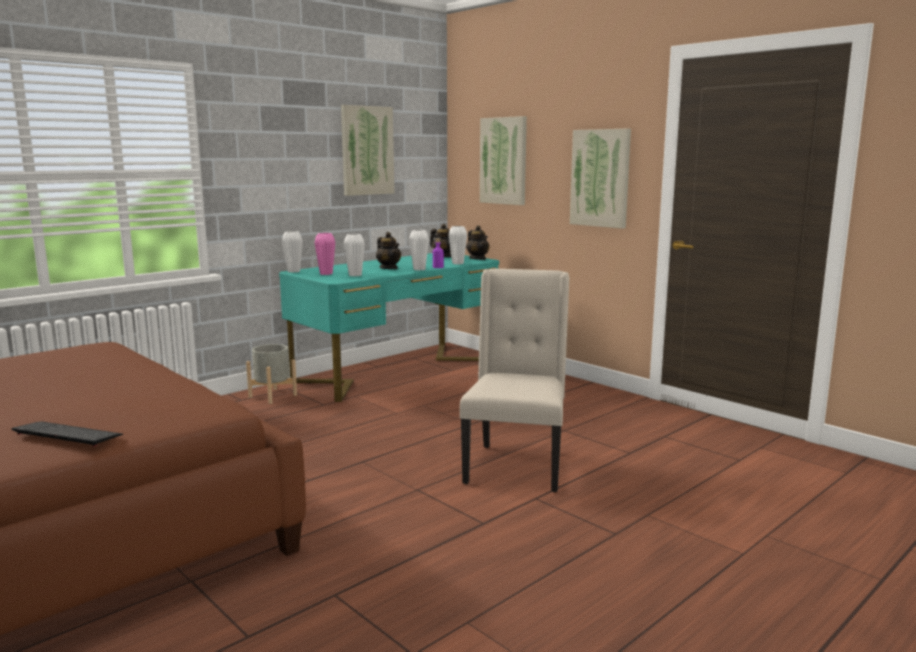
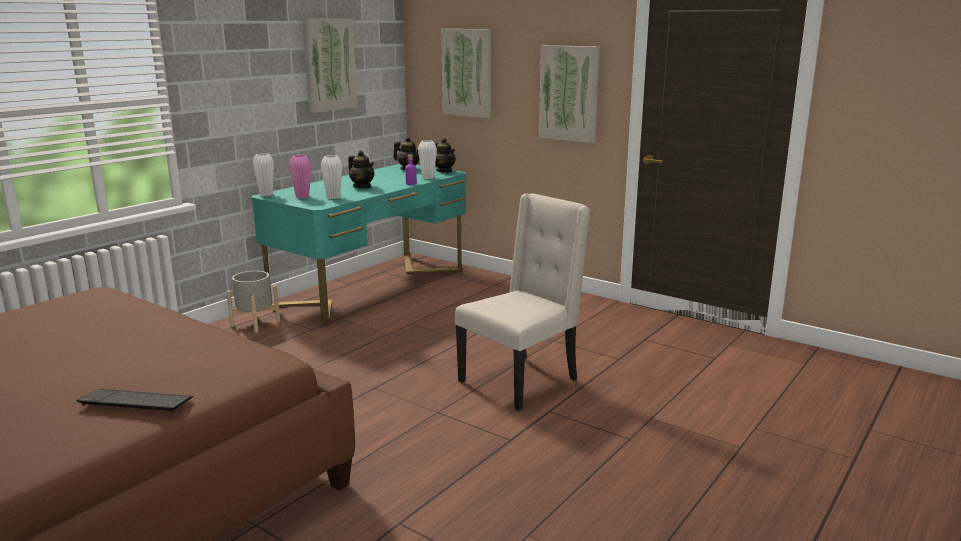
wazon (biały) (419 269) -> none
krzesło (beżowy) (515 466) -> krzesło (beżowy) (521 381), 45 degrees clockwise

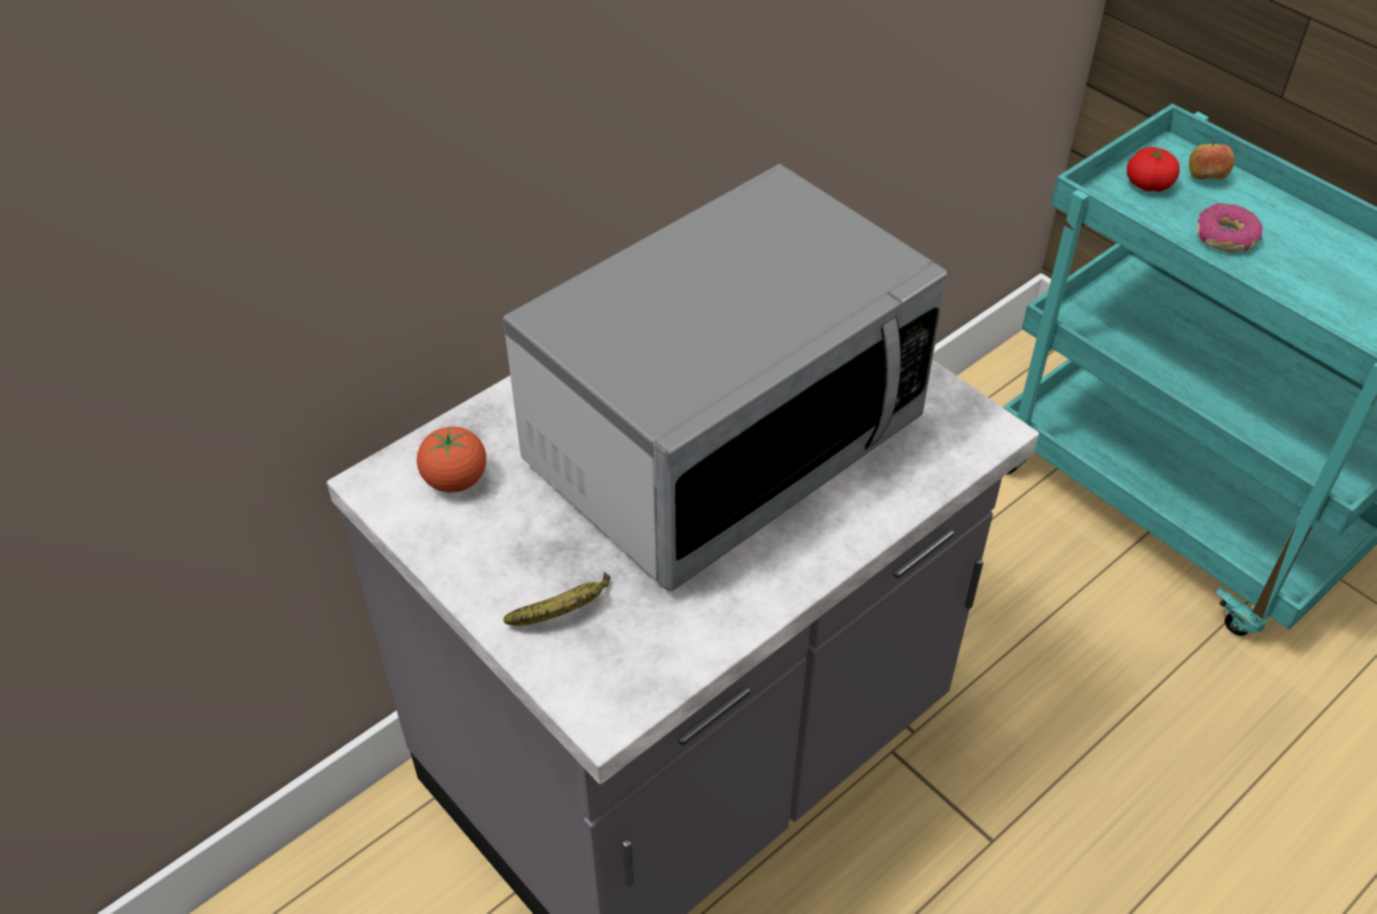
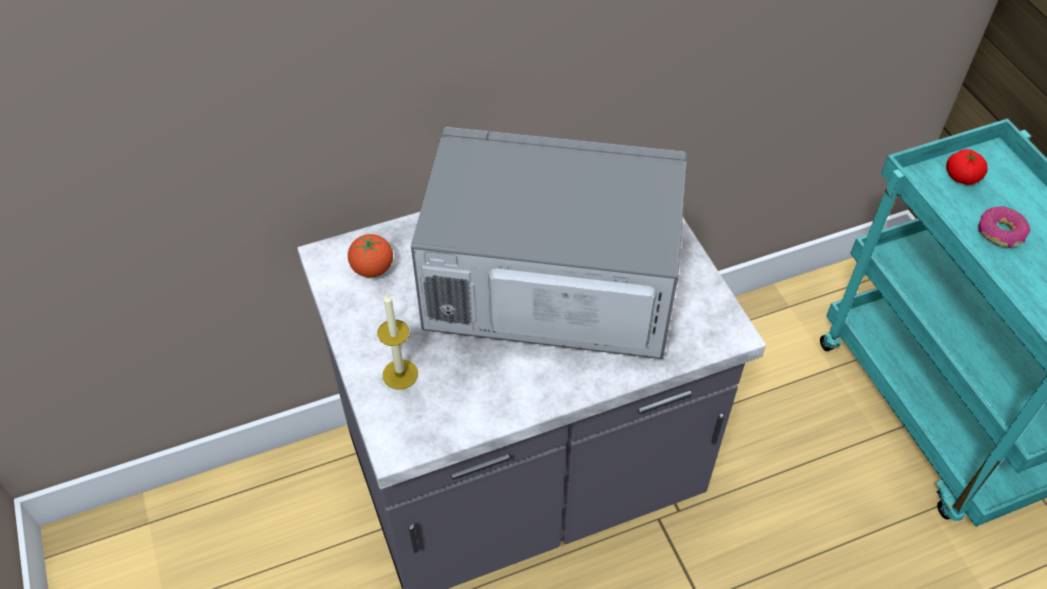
jabłko (1205 178) -> none
banan (564 611) -> świeca (400 374)
mikrofalówka (723 442) -> mikrofalówka (549 291), 150 degrees counterclockwise

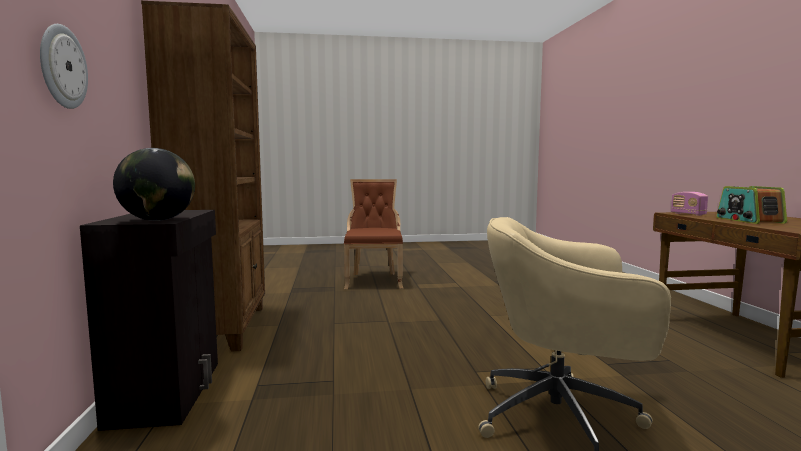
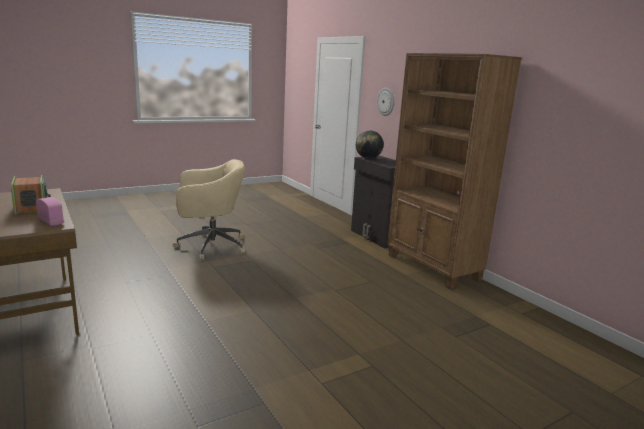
krzesło (brązowy) (374 280) -> none

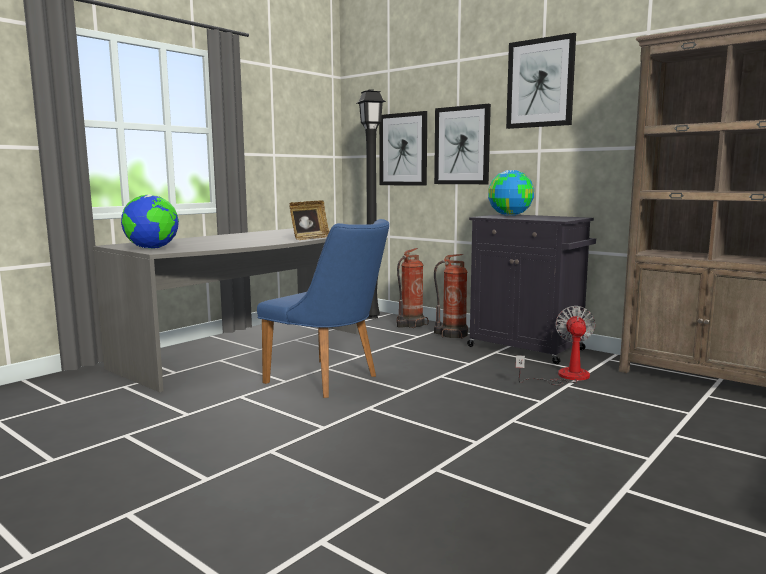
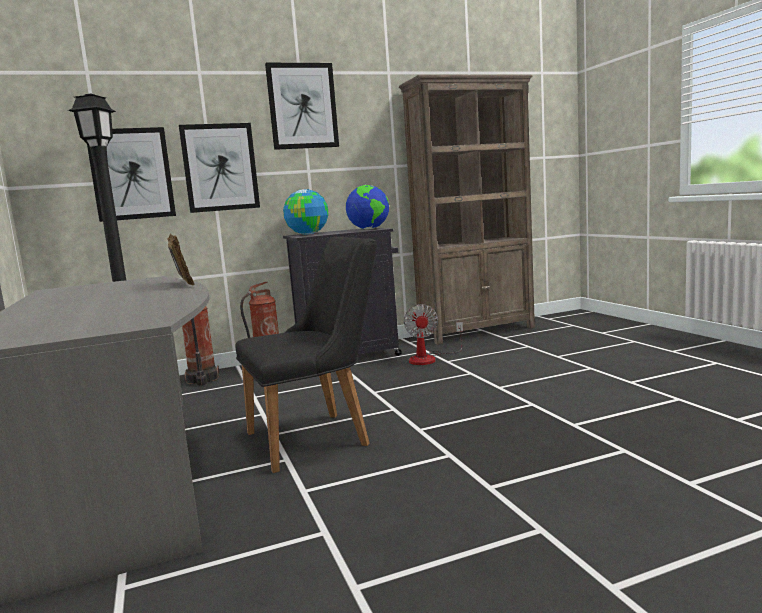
globus (152 249) -> globus (369 229), shifted
krzesło (niebieski) (330 380) -> krzesło (czarny) (319 436)
wentylator (564 377) -> wentylator (429 358), 135 degrees counterclockwise

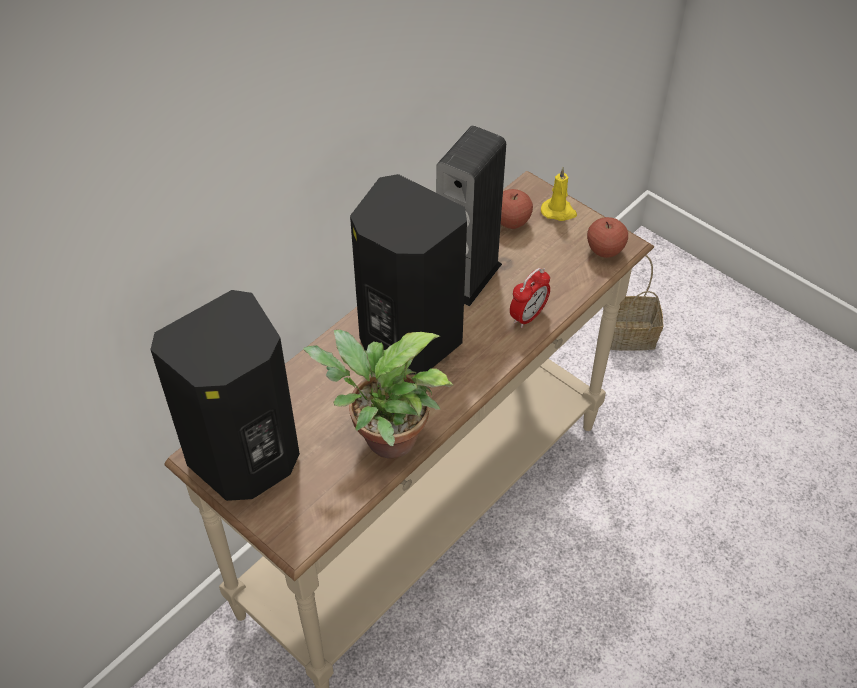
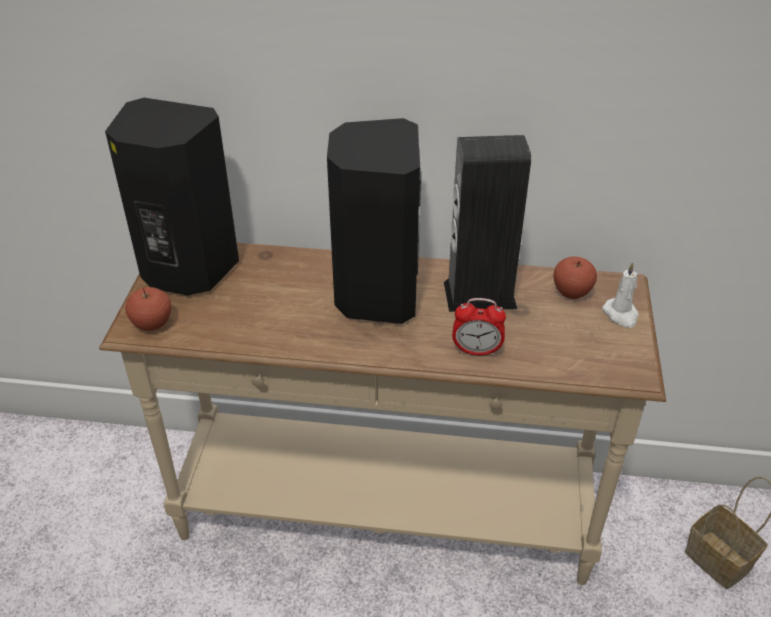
roślina doniczkowa (384 440) -> none
jabłko (605 250) -> jabłko (152 324), shifted
świeca (żółty) (559 211) -> świeca (biały) (621 315)

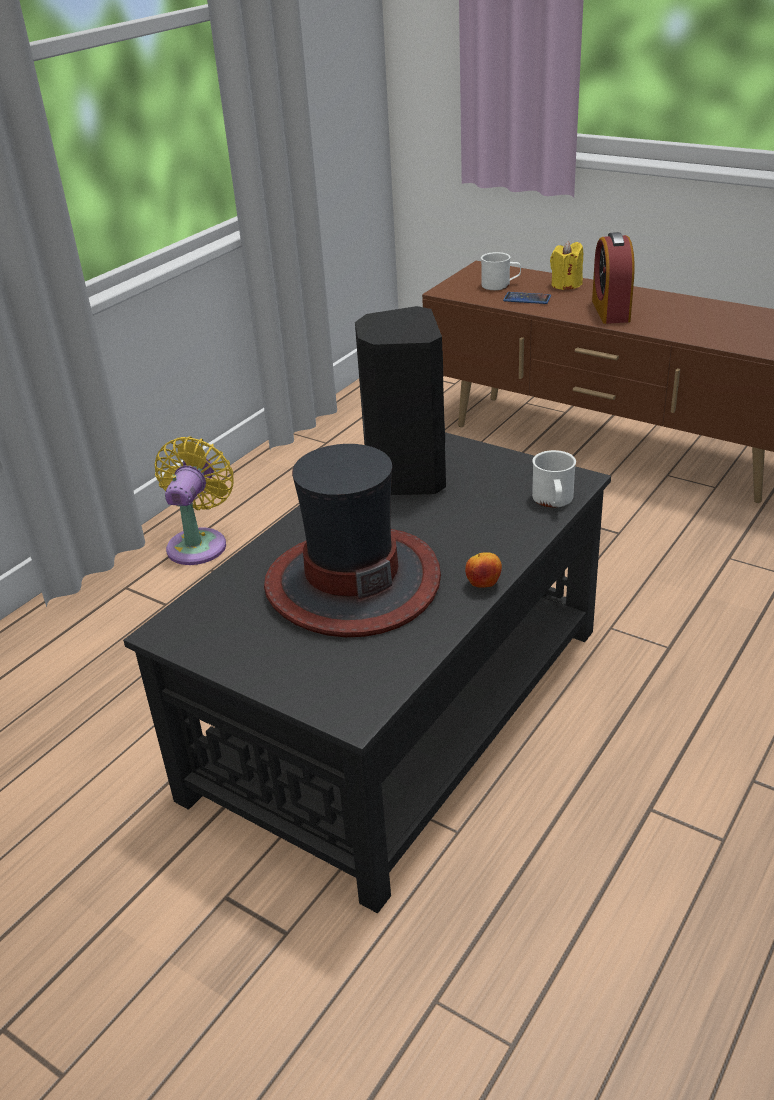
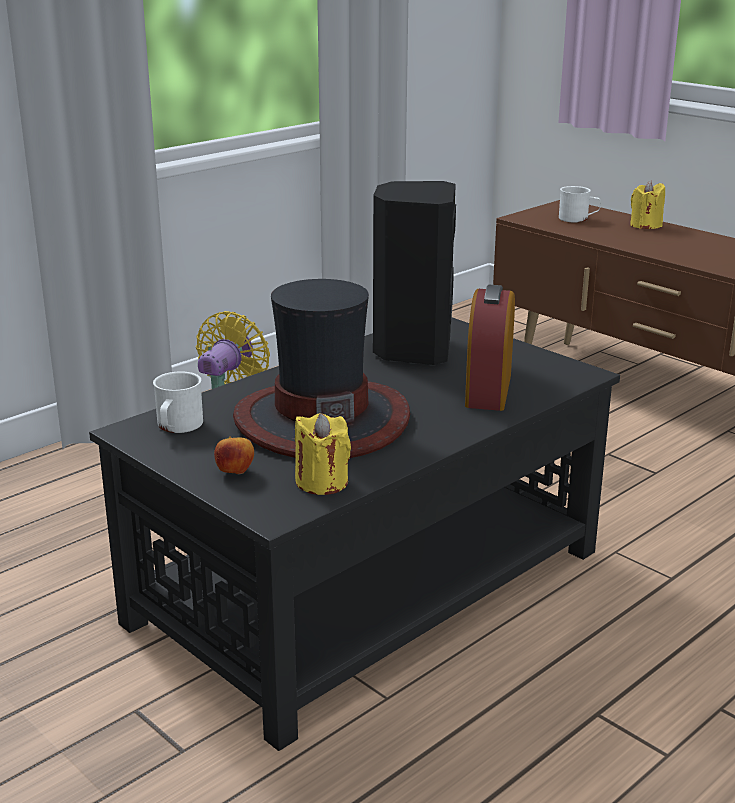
telefon (527 299) -> none
none -> świeca (żółty) (322 482)
jabłko (483 584) -> jabłko (235 472), shifted
kubek (biały) (553 501) -> kubek (biały) (177 427), shifted
budzik (610 311) -> budzik (488 391), shifted

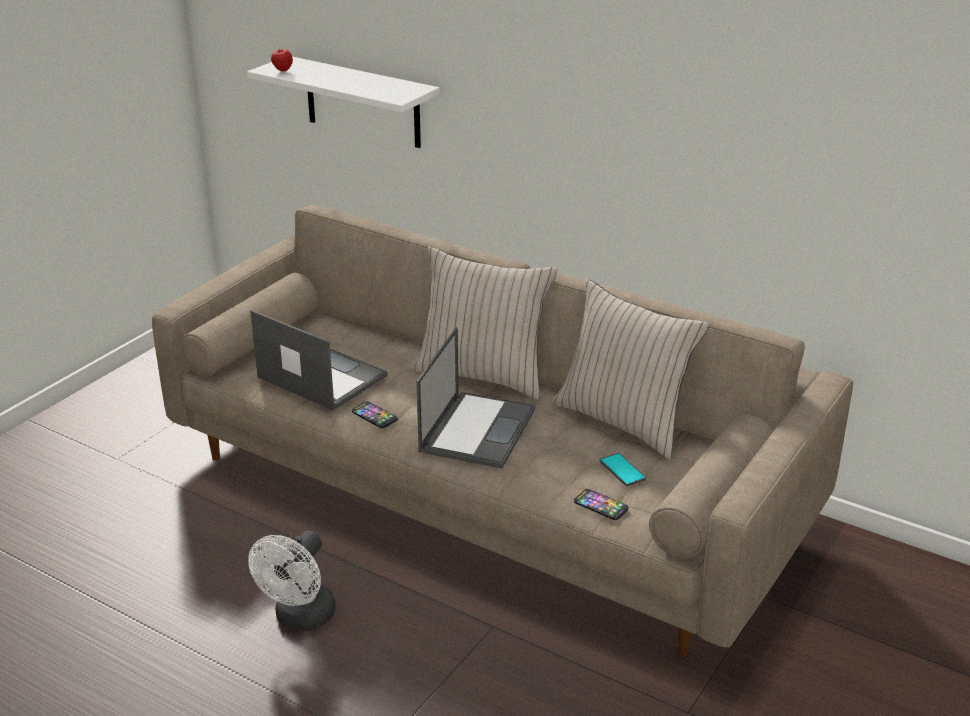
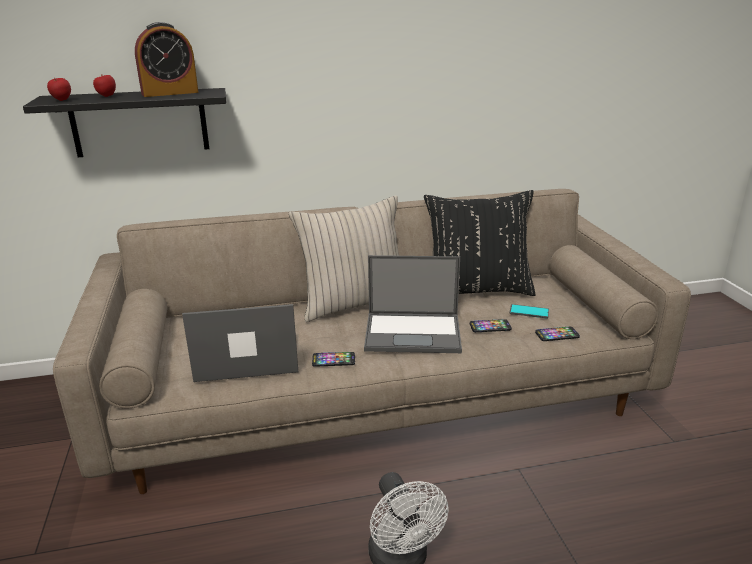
none -> jabłko (106 96)
none -> budzik (170 93)
none -> telefon (490 327)
półka (biały) (362 102) -> półka (czarny) (139 122)
poduszka (beżowy) (623 421) -> poduszka (czarny) (476 290)
laptop (478 429) -> laptop (414 332), 120 degrees clockwise

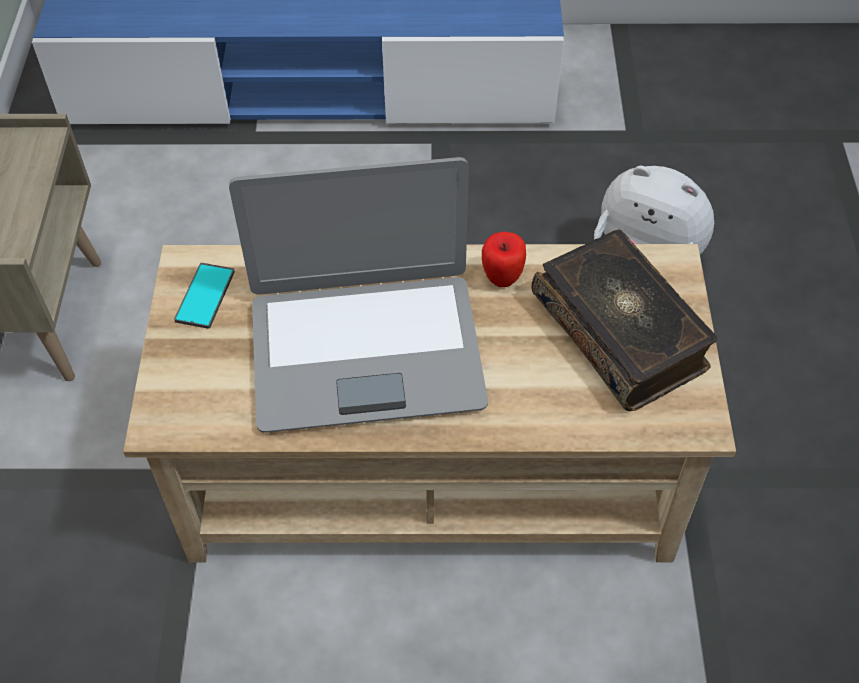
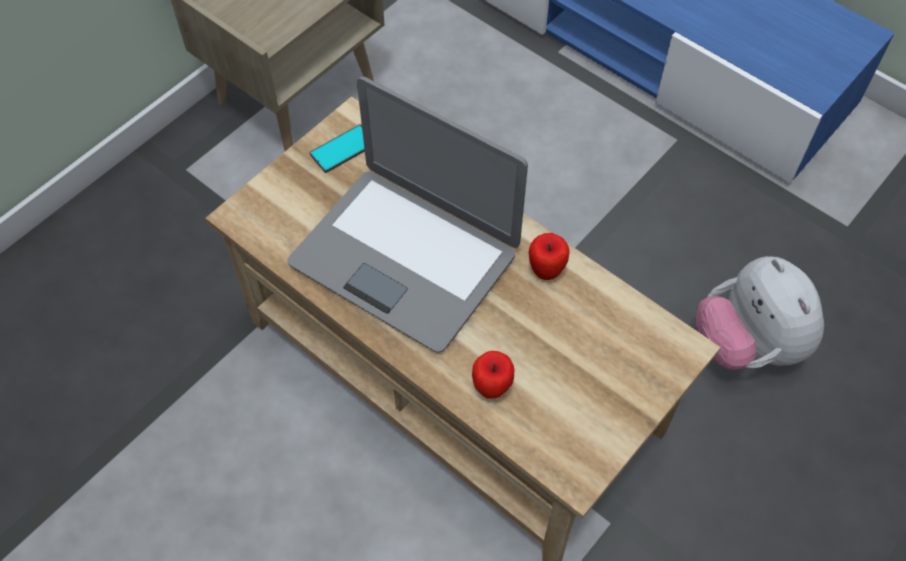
książka (621 332) -> none
none -> jabłko (491 388)

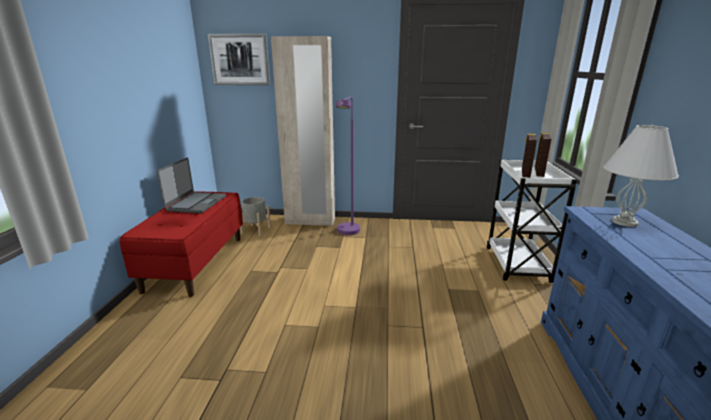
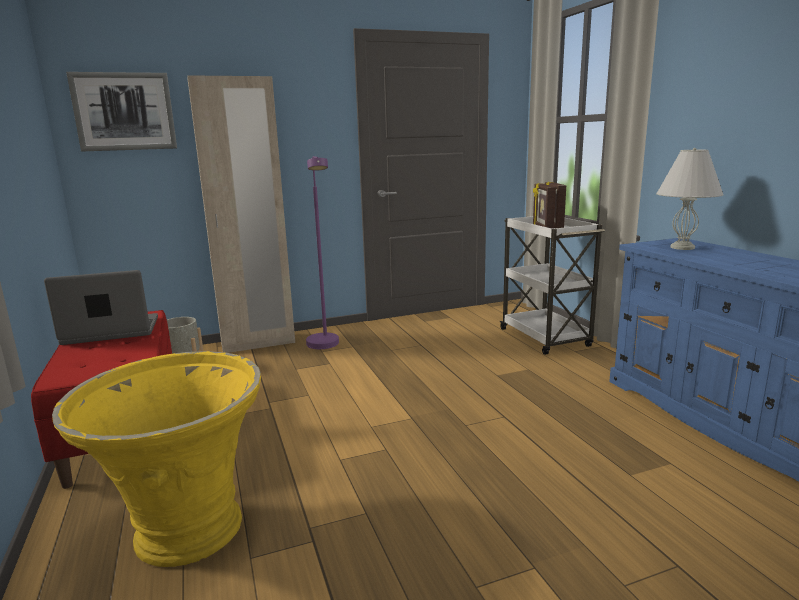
none -> donica (żółty) (186 531)
laptop (196 203) -> laptop (111 331), 90 degrees counterclockwise

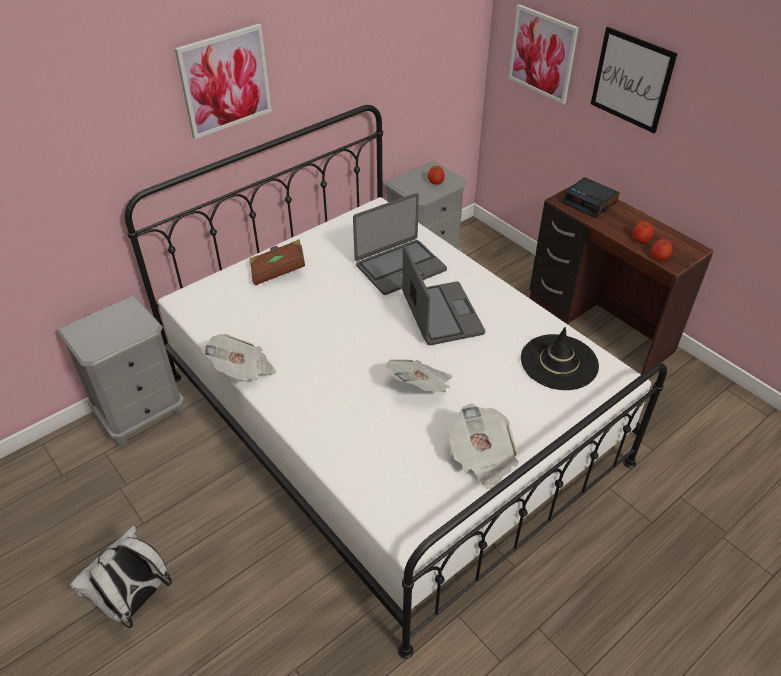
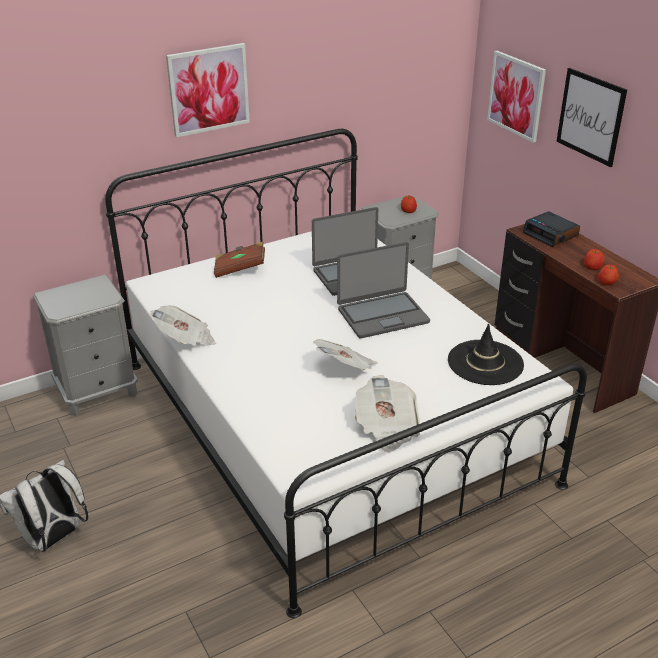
laptop (441 314) -> laptop (382 315), 75 degrees clockwise

